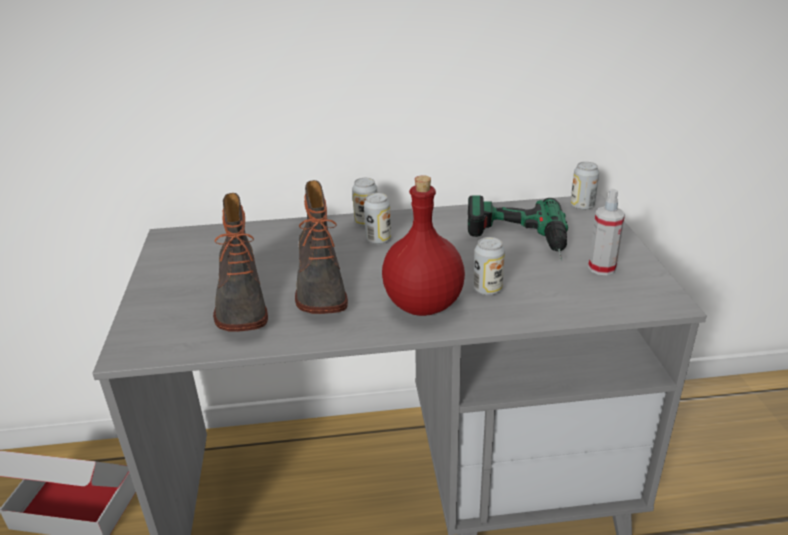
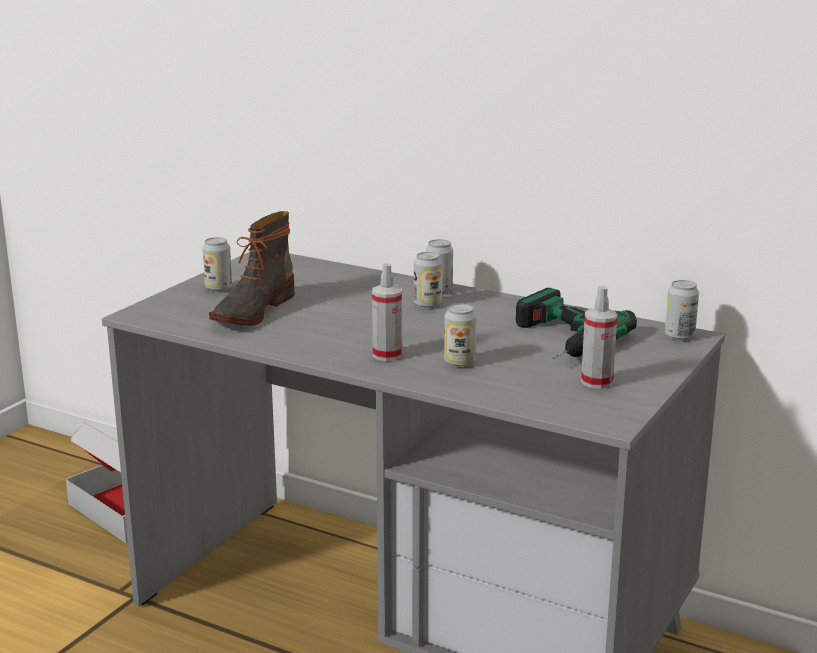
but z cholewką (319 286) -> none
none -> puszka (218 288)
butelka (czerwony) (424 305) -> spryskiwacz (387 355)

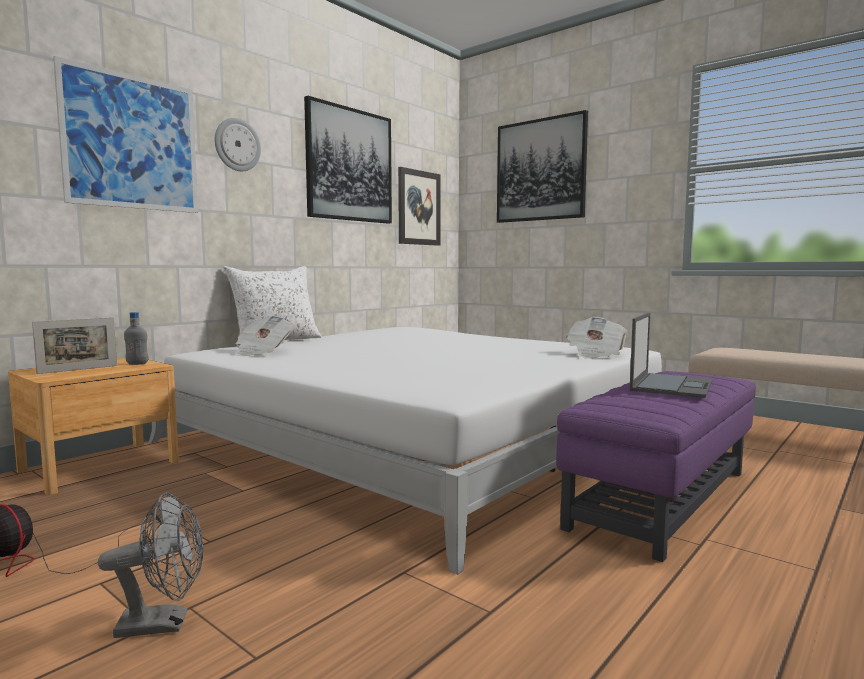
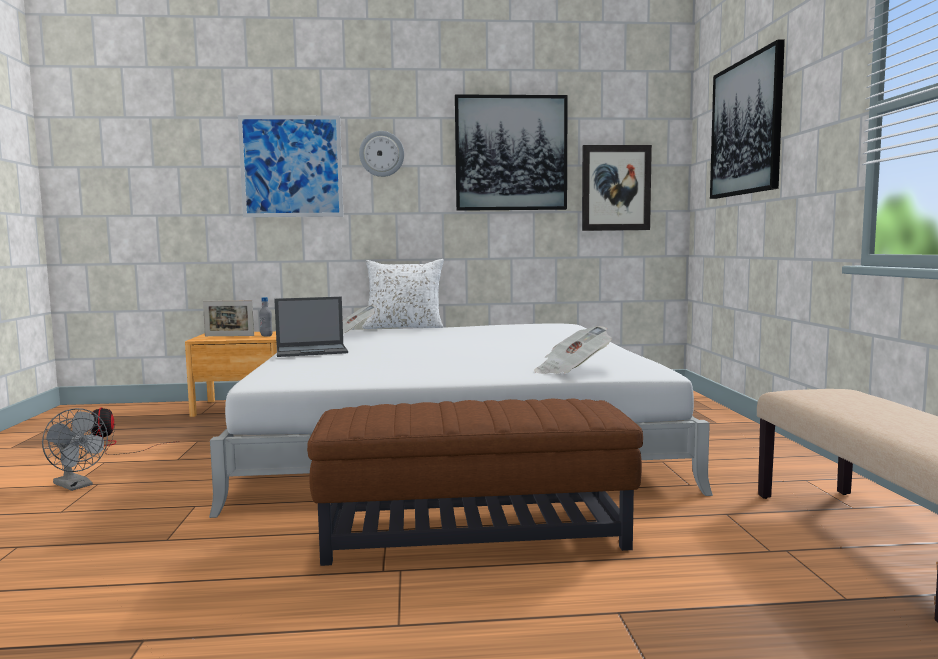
laptop (671 385) -> laptop (312 351), shifted
pufa (fioletowy) (661 498) -> pufa (brązowy) (474 535)

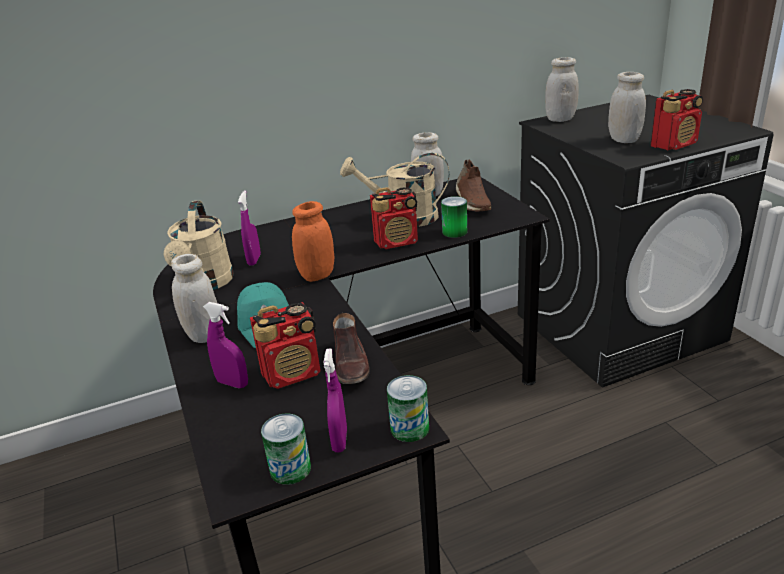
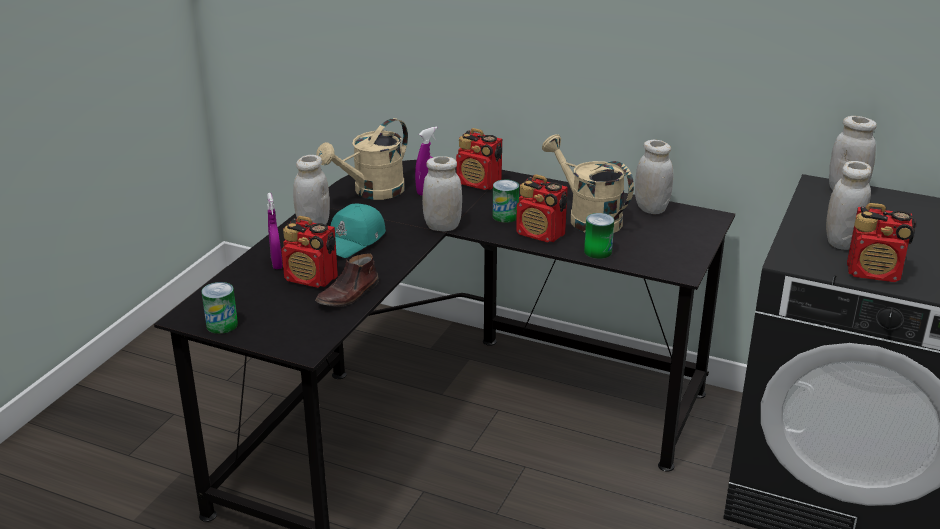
spryskiwacz (fioletowy) (340 440) -> none
but (brązowy) (472 202) -> none
none -> radio (479 183)
puszka (409 428) -> puszka (505 216), shifted
słoik (pomarańczowy) (317 275) -> słoik (biały) (442 226)

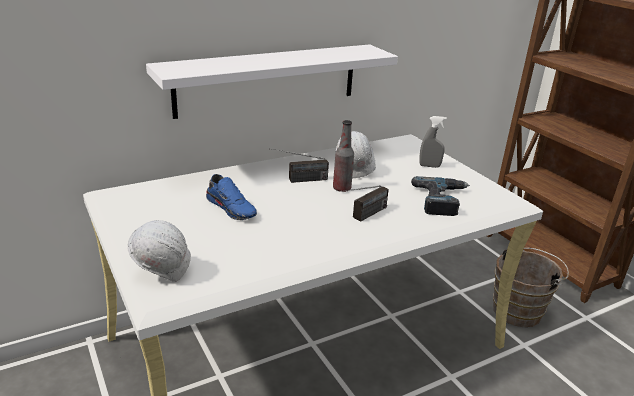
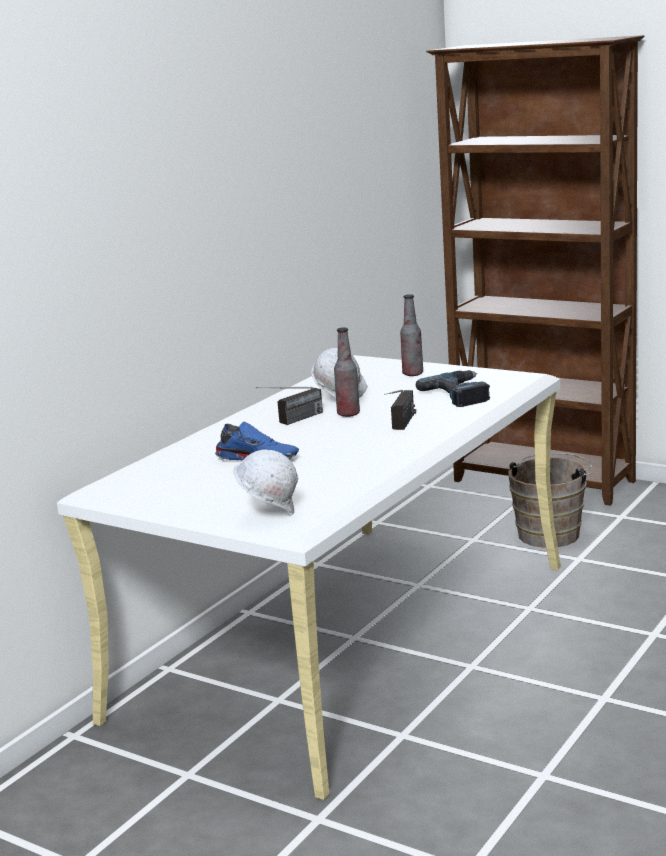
półka (biały) (268 80) -> none
spryskiwacz (szary) (429 166) -> butelka (412 374)

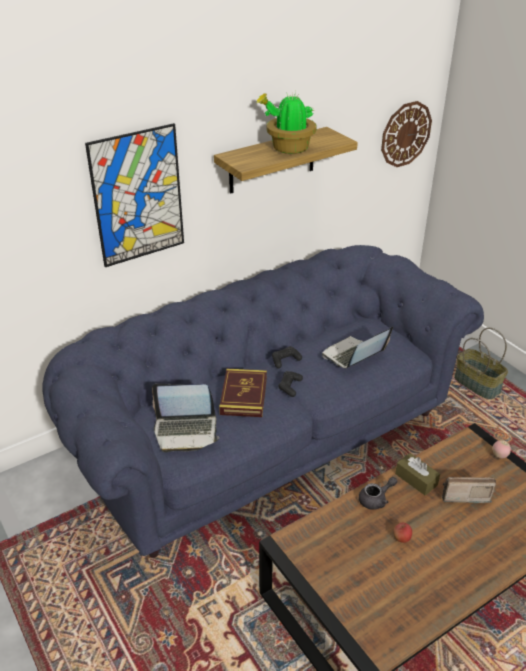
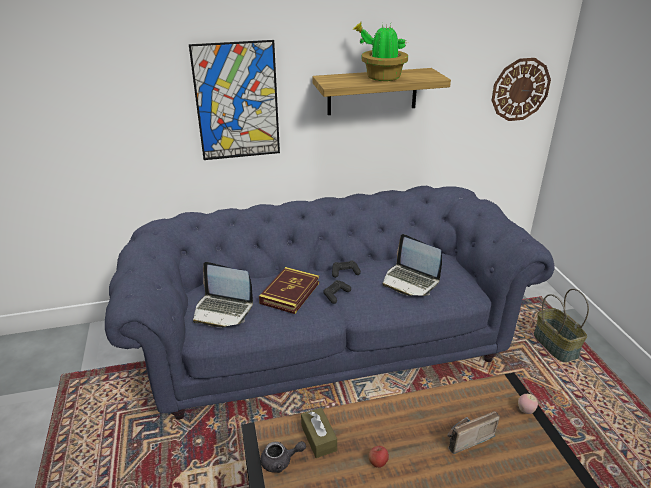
imbryk (szary) (376 499) -> imbryk (szary) (281 461), shifted
pudełko chusteczek (brązowy) (416 479) -> pudełko chusteczek (brązowy) (318 438), shifted
laptop (353 355) -> laptop (410 281), 120 degrees counterclockwise
radio (462 494) -> radio (465 438), 45 degrees counterclockwise

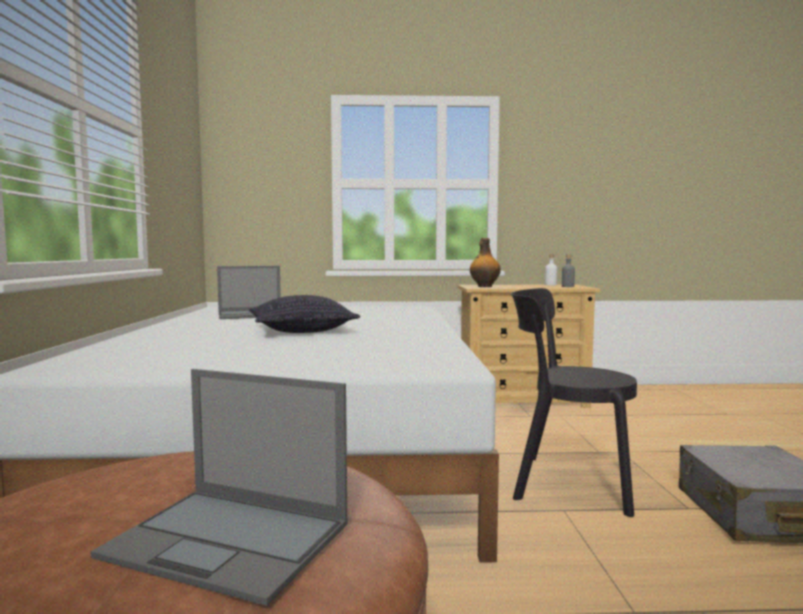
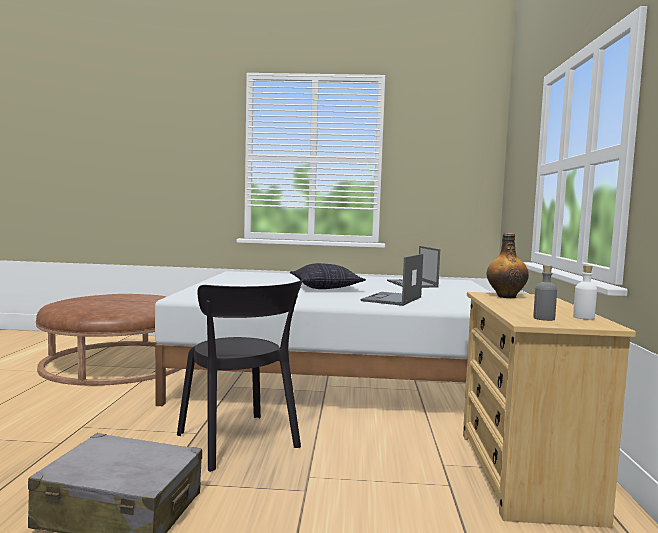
laptop (230 540) -> laptop (392 299), shifted
krzesło (czarny) (566 483) -> krzesło (czarny) (239 443), 120 degrees clockwise

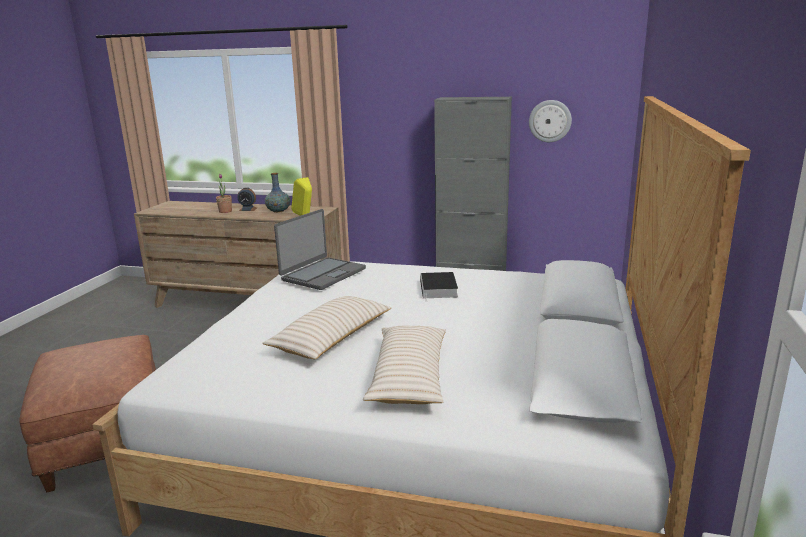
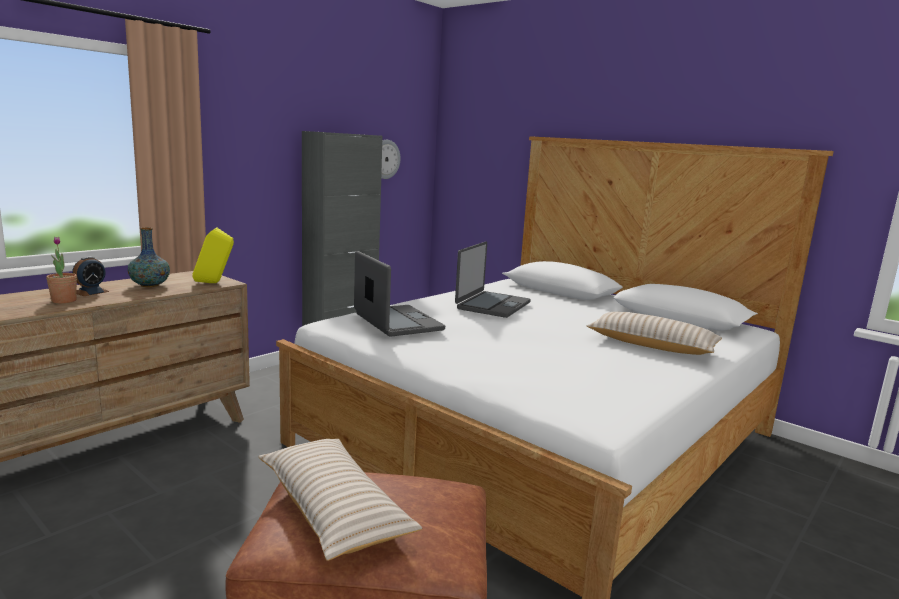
poduszka (beżowy) (331 338) -> poduszka (beżowy) (333 510), shifted
książka (439 289) -> laptop (492 305)

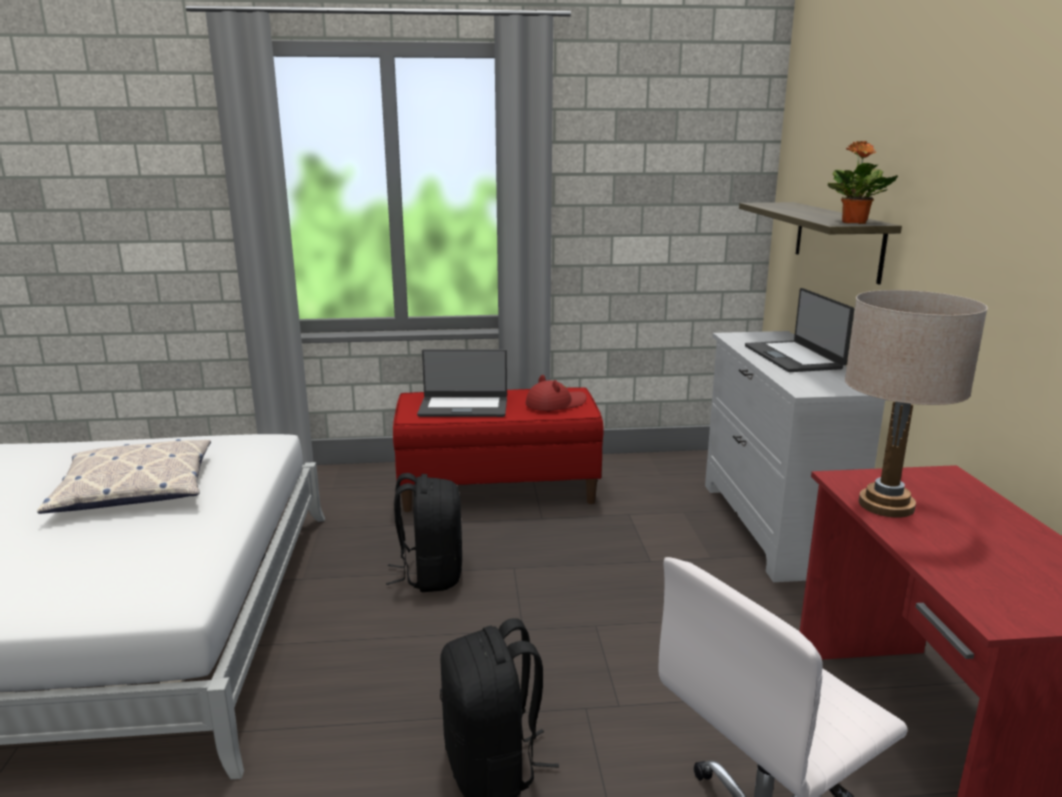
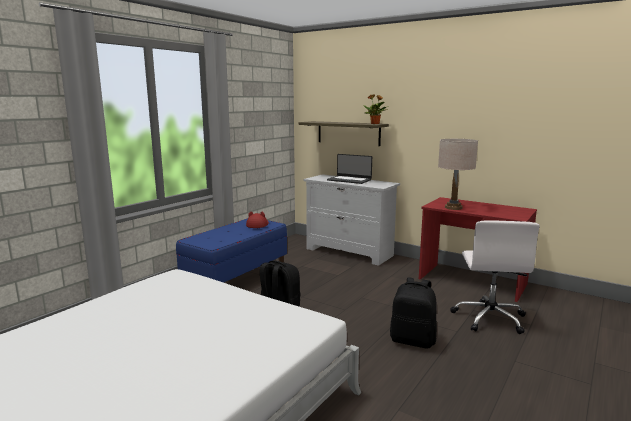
poduszka (135 490) -> none
laptop (463 407) -> none
ławka (czerwony) (498 489) -> ławka (niebieski) (236 278)

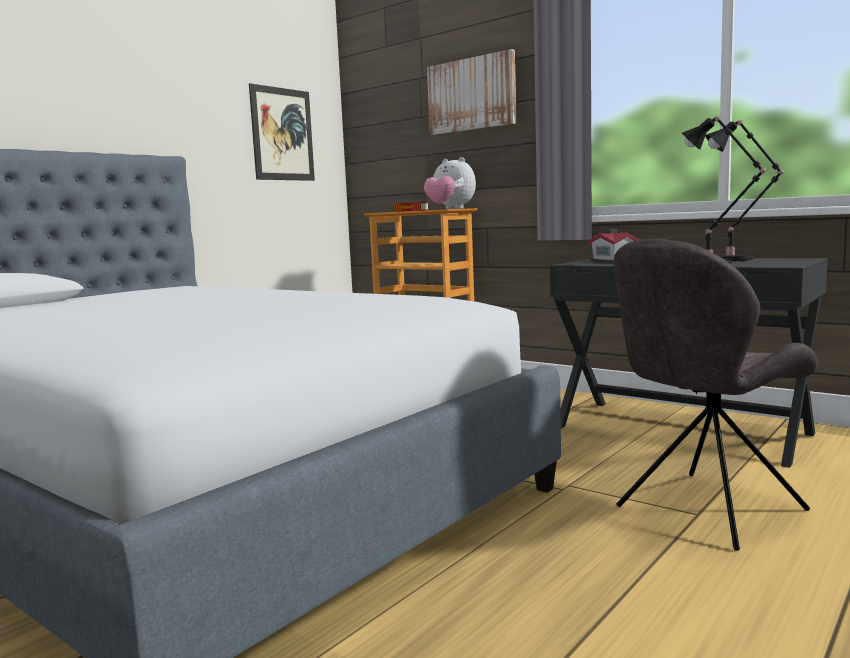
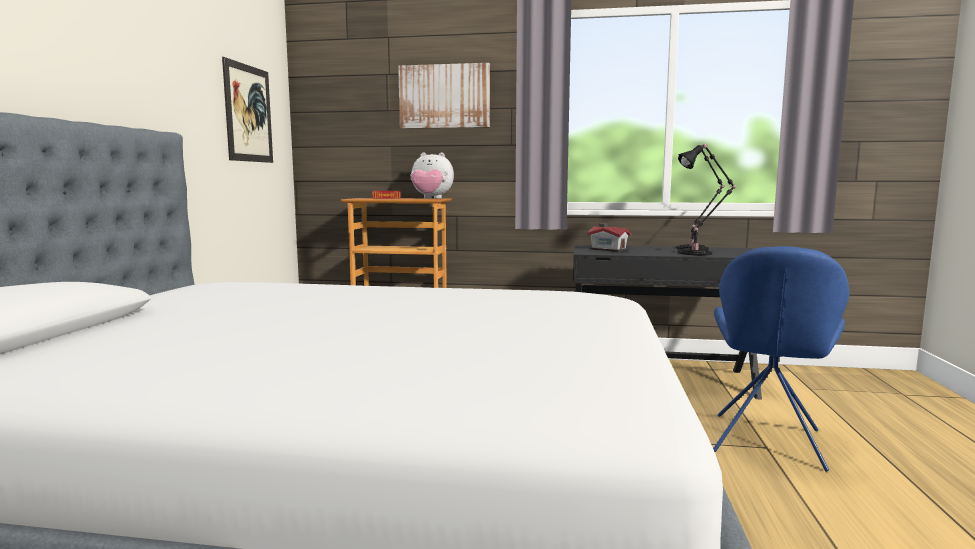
krzesło (szary) (706 510) -> krzesło (niebieski) (766 443)

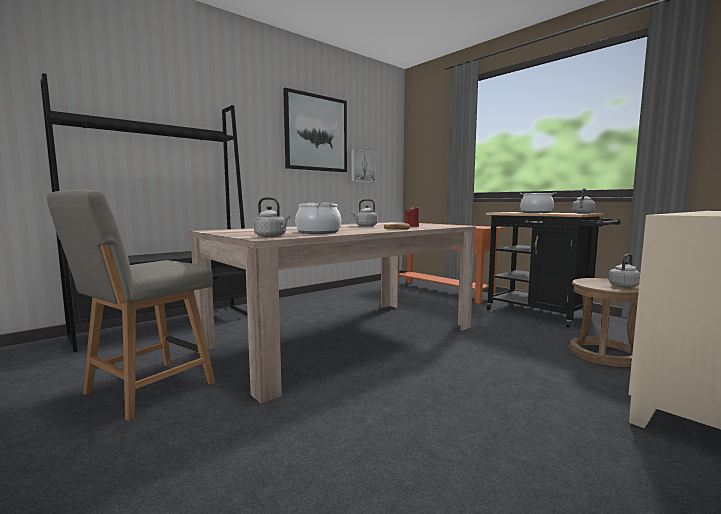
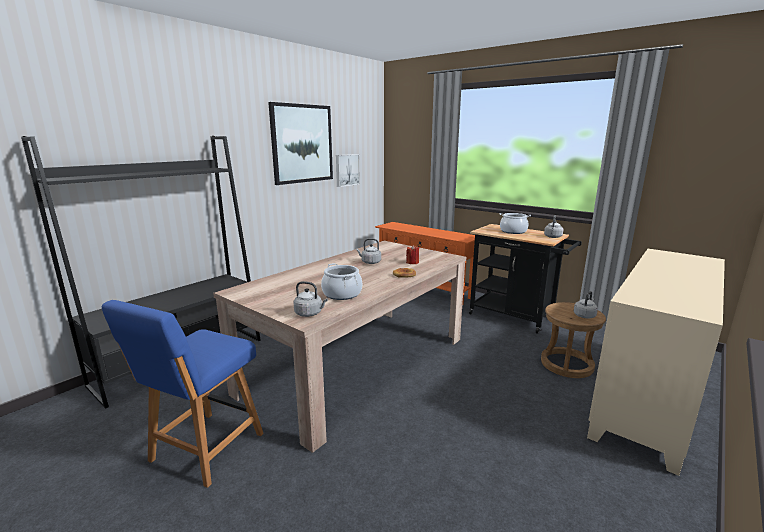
krzesło (szary) (146 390) -> krzesło (niebieski) (204 449)

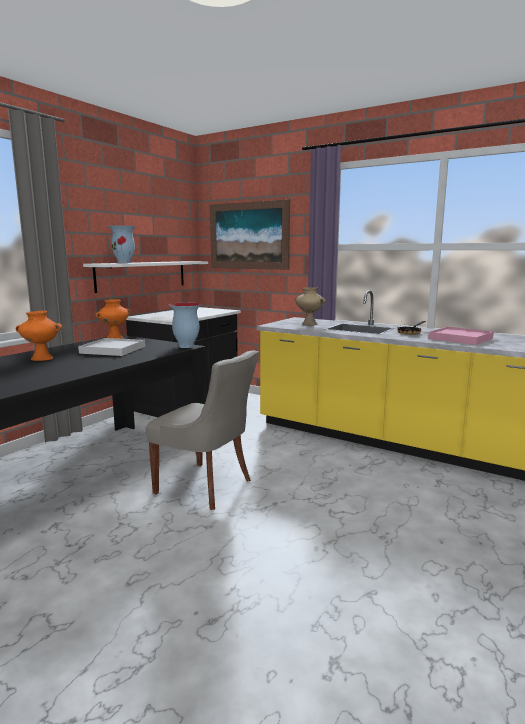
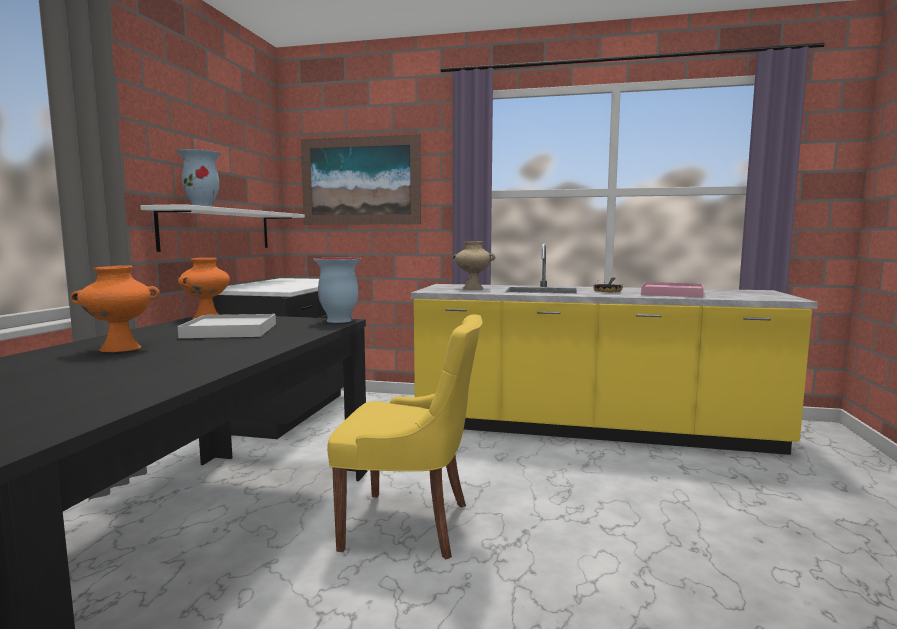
krzesło (szary) (206 486) -> krzesło (żółty) (410 525)

